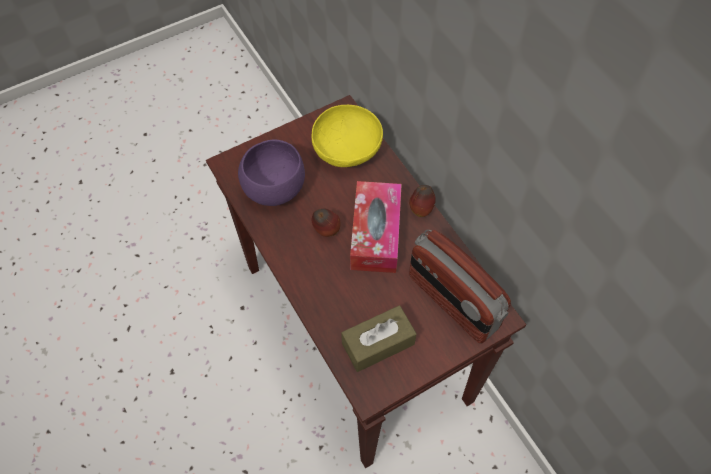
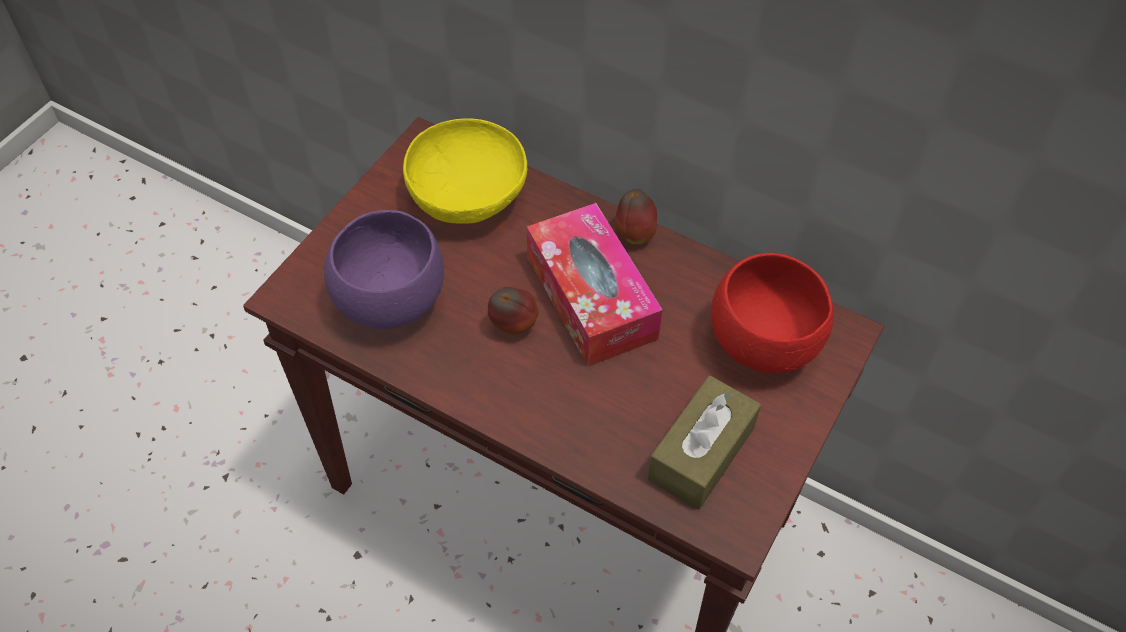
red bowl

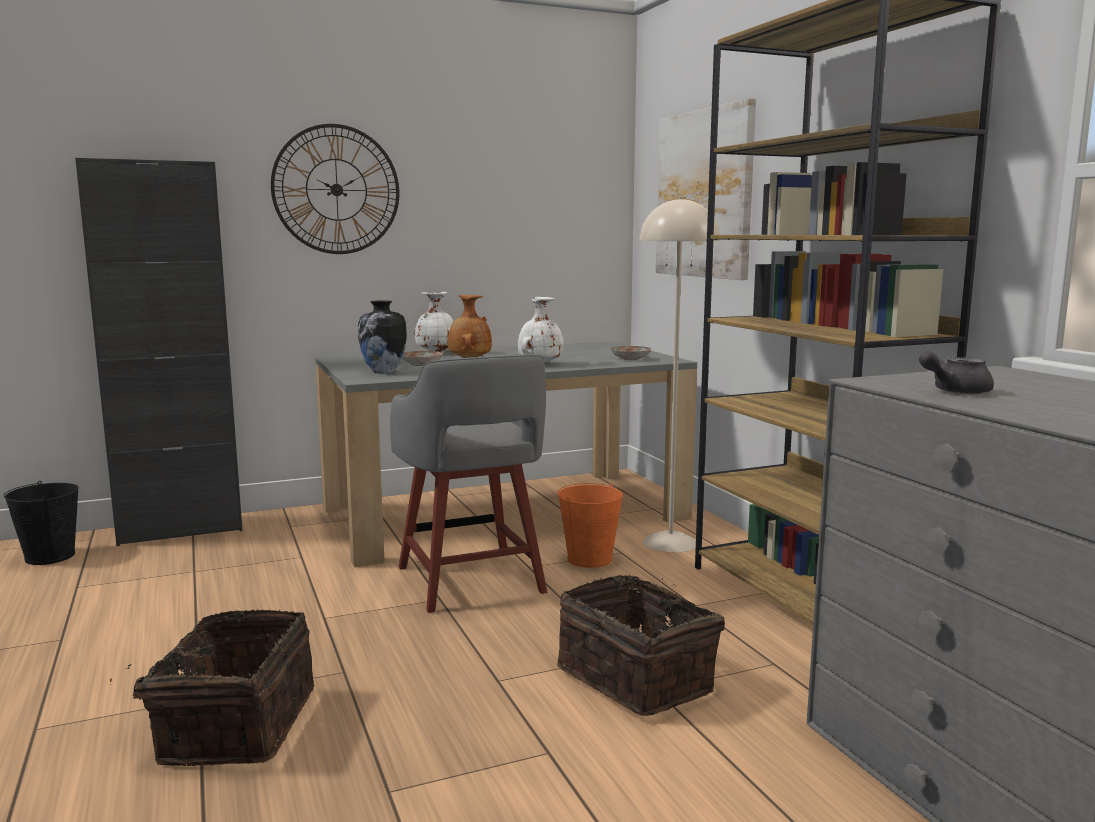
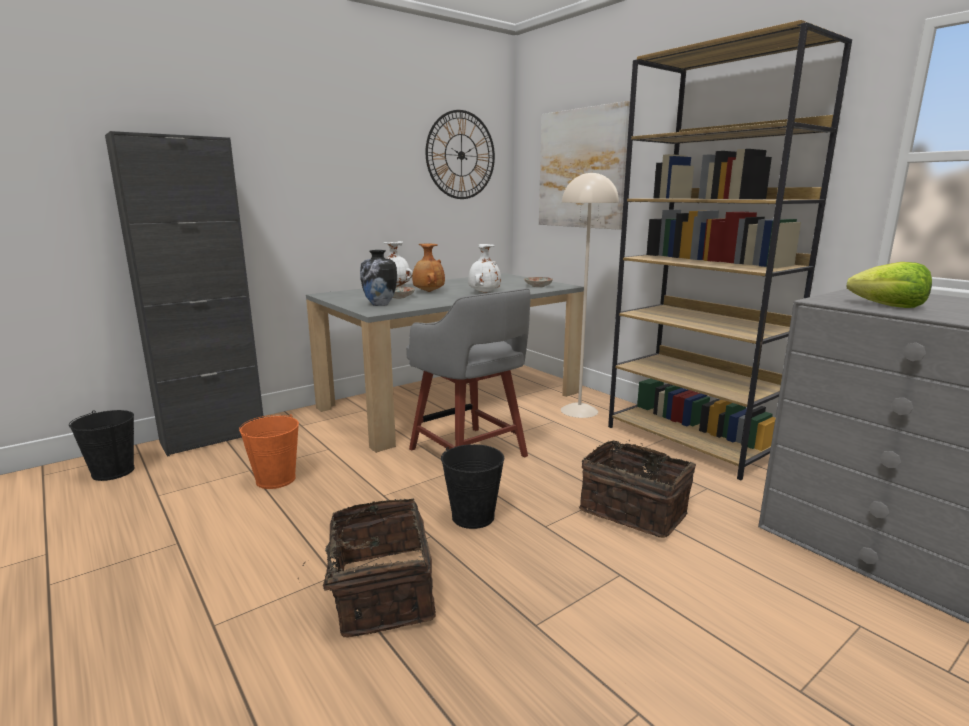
orange bucket; wall clock; black bucket (no. 2 from left); lettuce

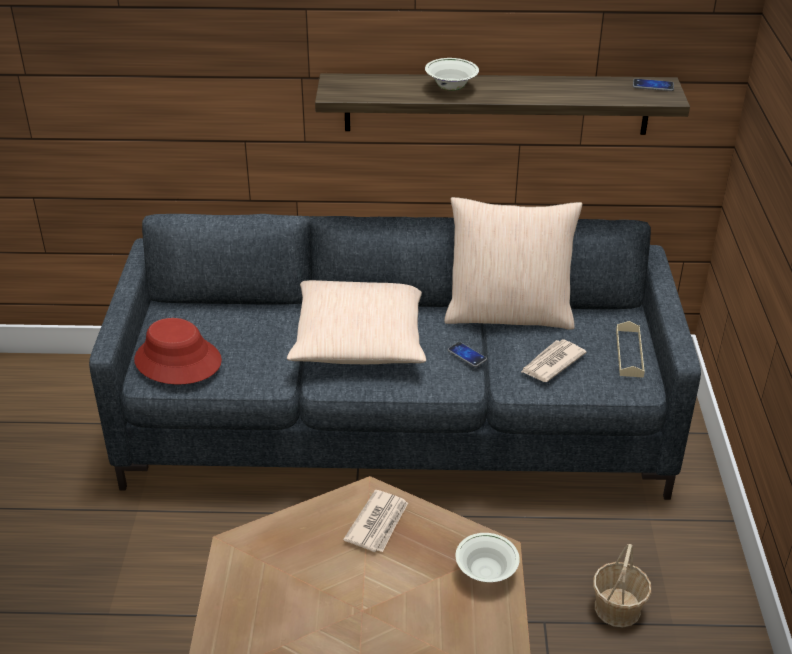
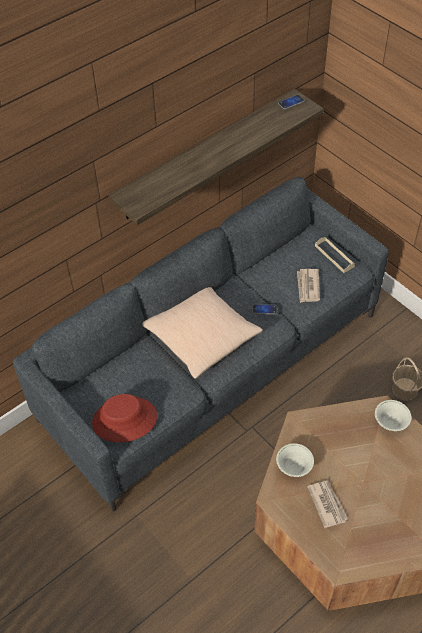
white bowl (no. 1 from left); newspaper (no. 2 from left); beige pillow (no. 2 from left in the first image)

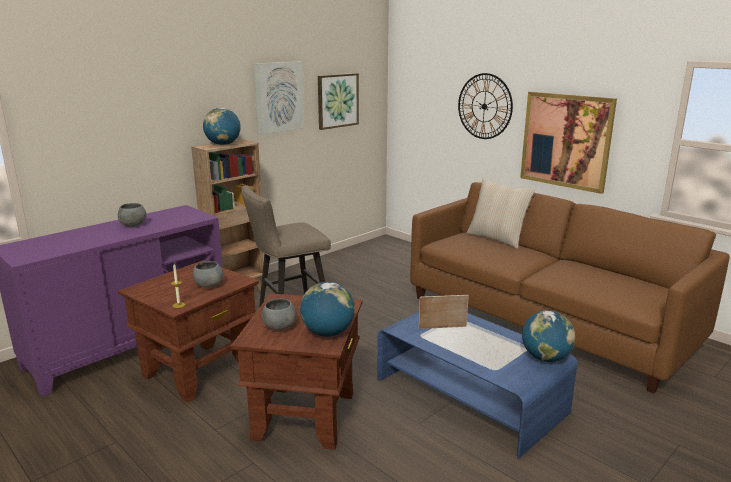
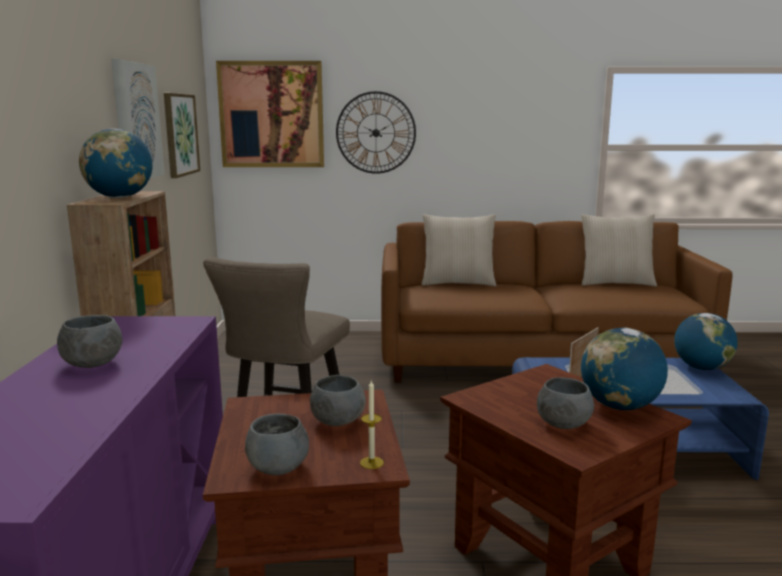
picture (no. 3 from left); grey bowl (no. 2 from left); beige pillow (no. 2 from left)

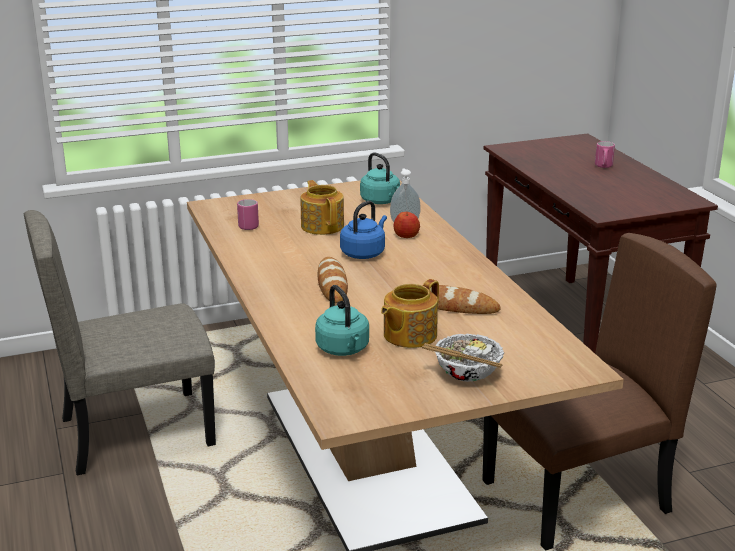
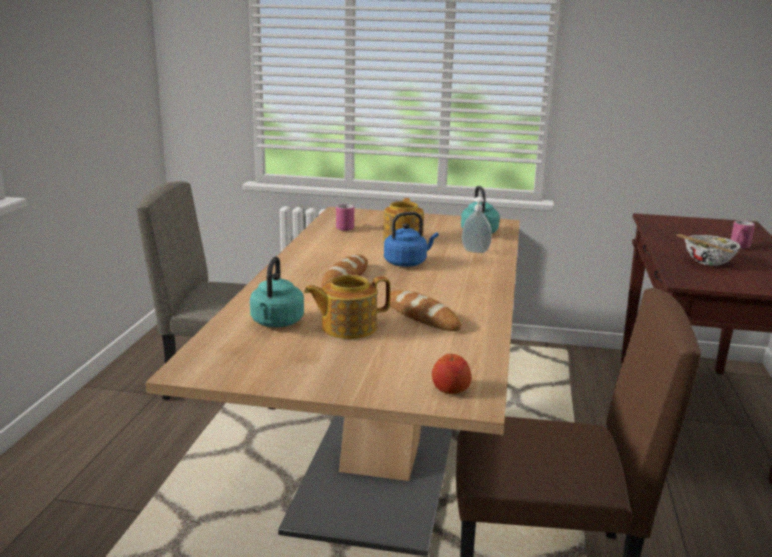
apple; bowl

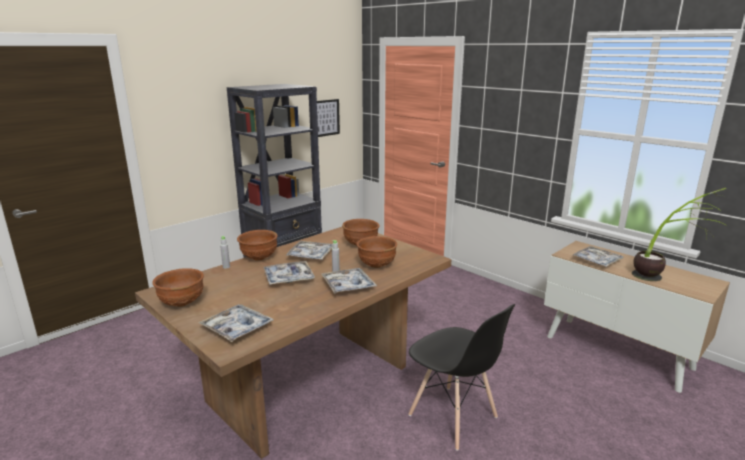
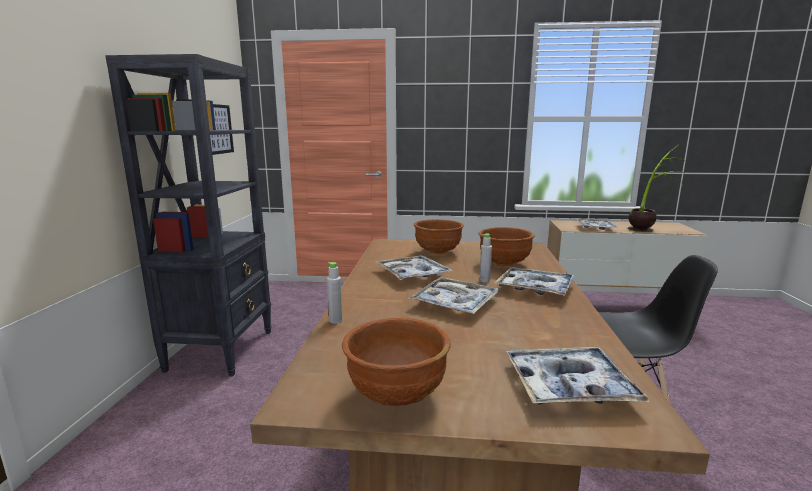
brown bowl (no. 2 from left in the first image)

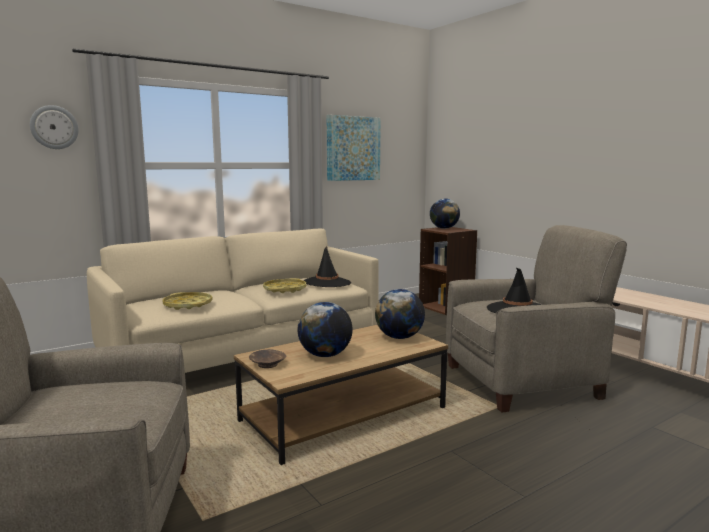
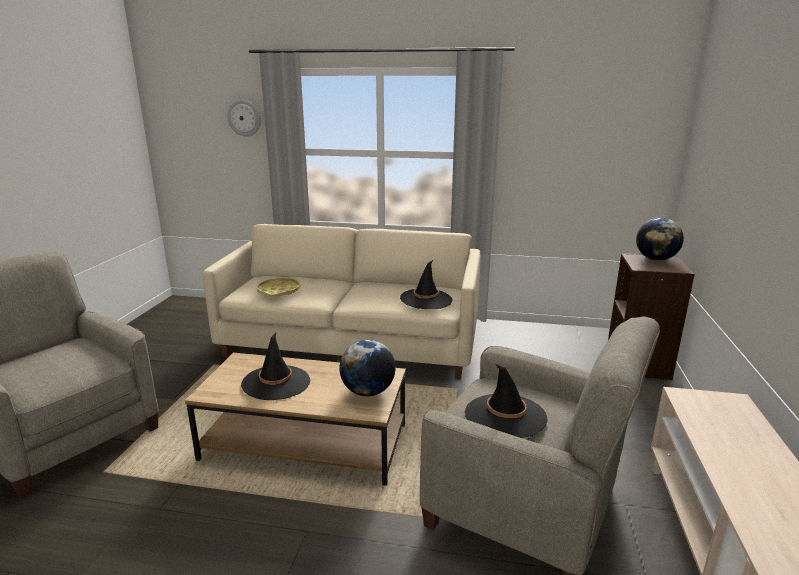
black hat (no. 1 from left); brown bowl; yellow tray (no. 2 from left in the first image); picture

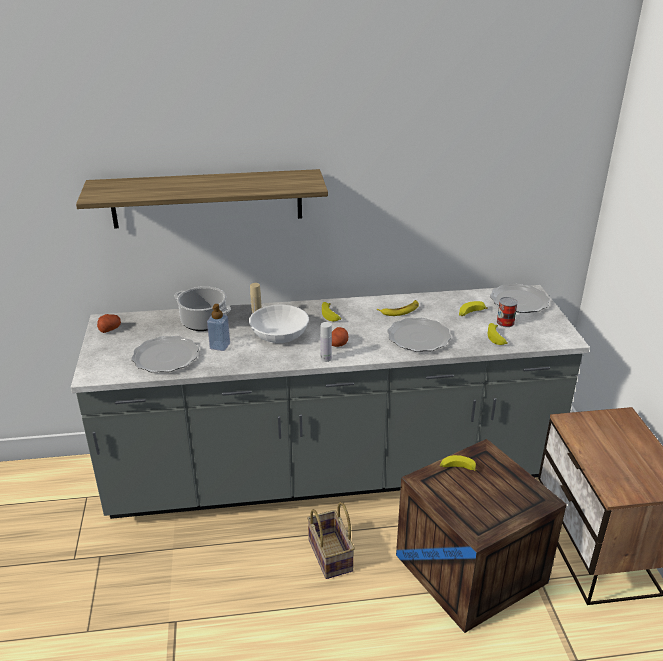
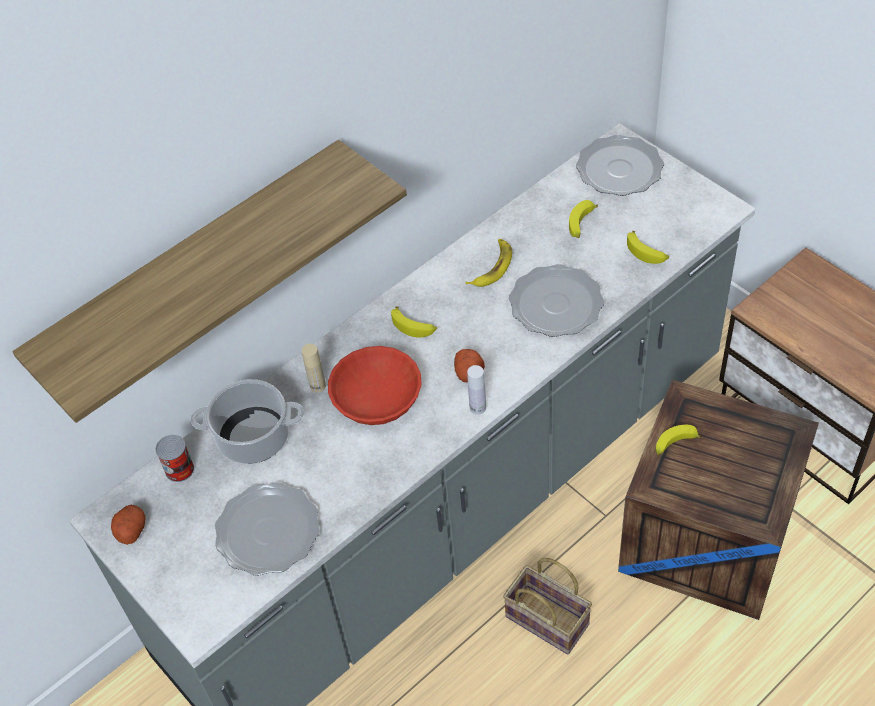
can; red bowl; soap dispenser

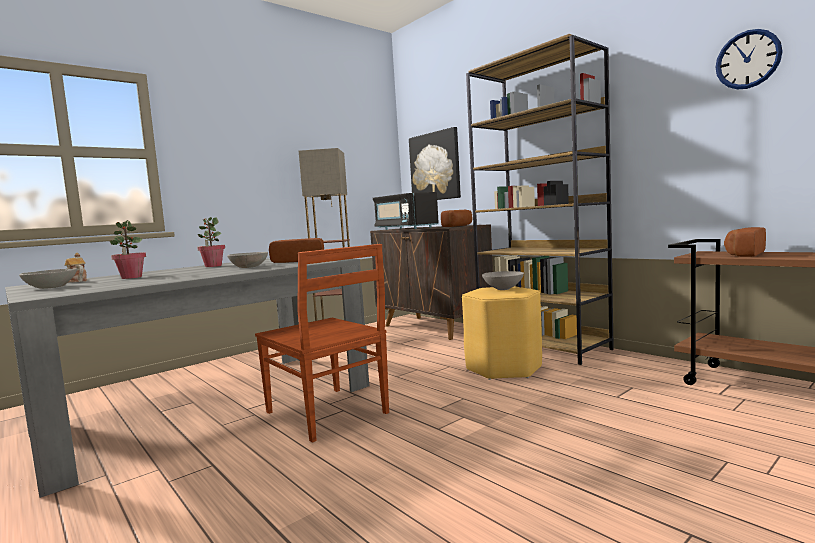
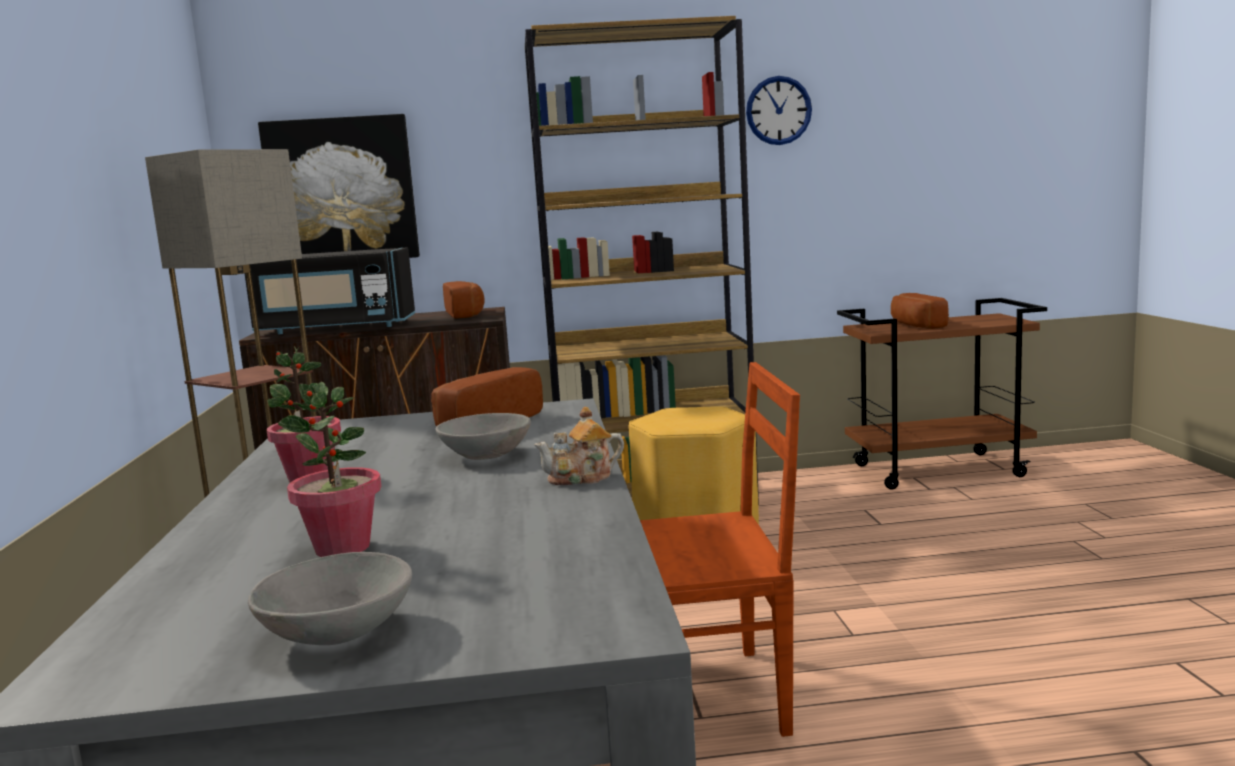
teapot; wall clock; grey bowl (no. 3 from left in the first image)

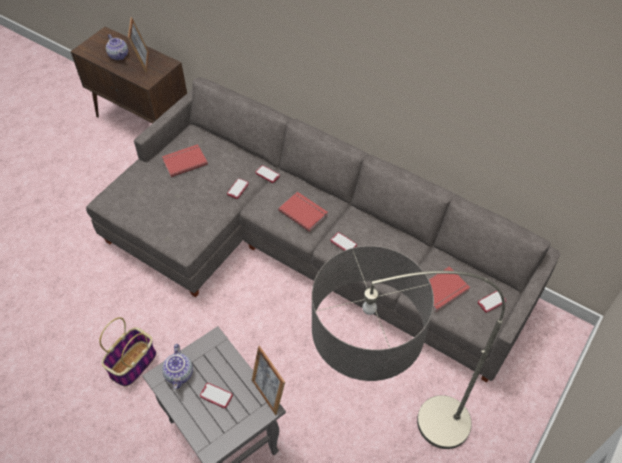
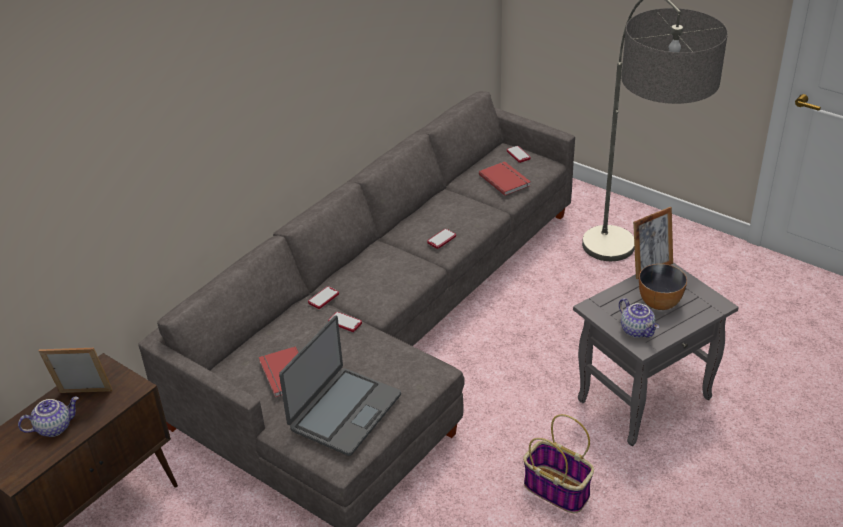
laptop; teapot (no. 2 from left); bowl; red book (no. 2 from left in the first image)

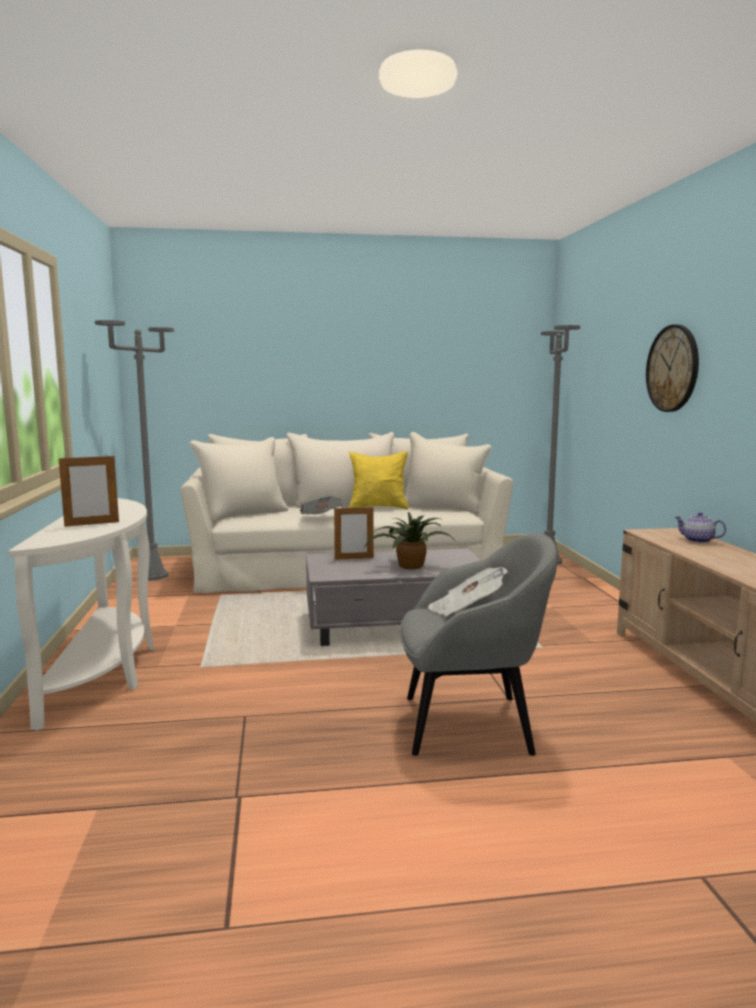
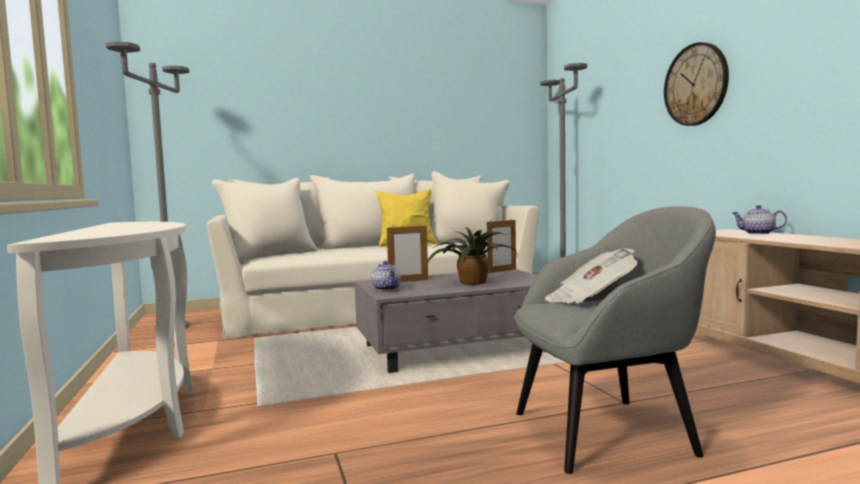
teapot (no. 1 from left); picture frame (no. 2 from left); newspaper (no. 1 from left in the first image)

